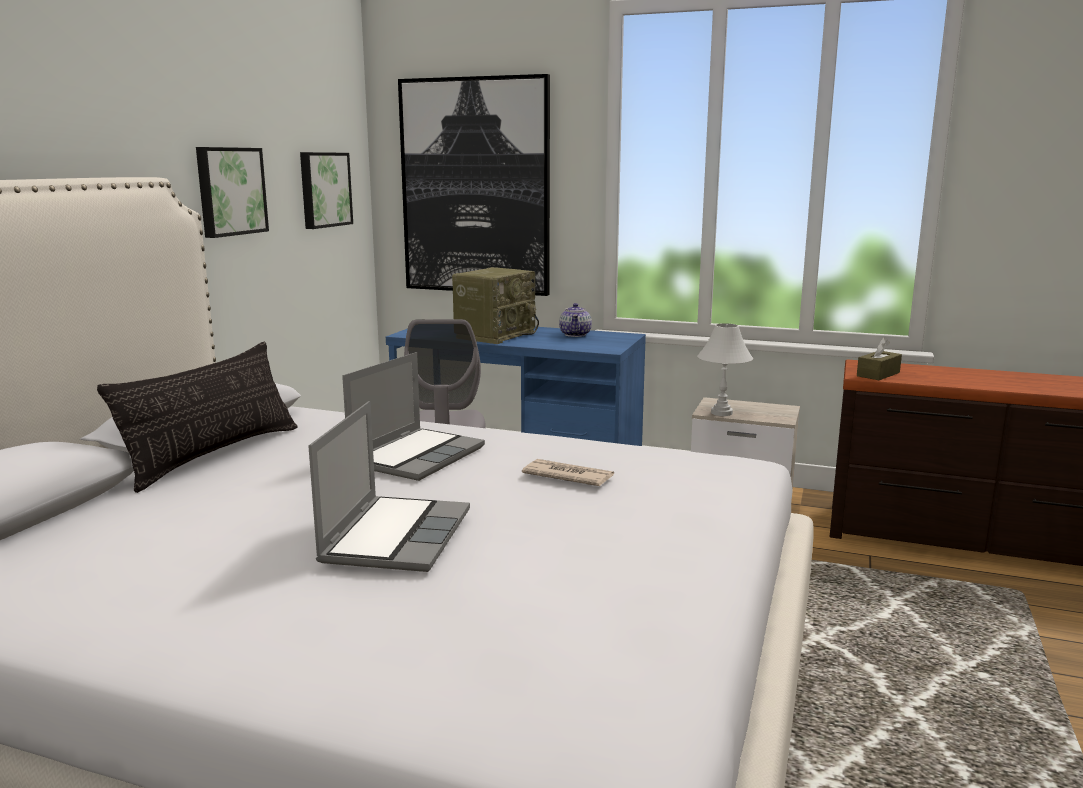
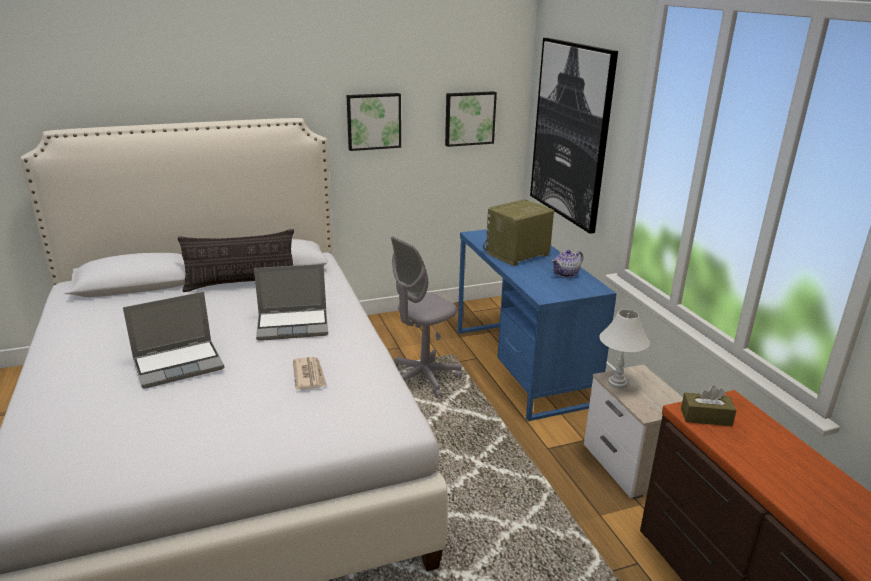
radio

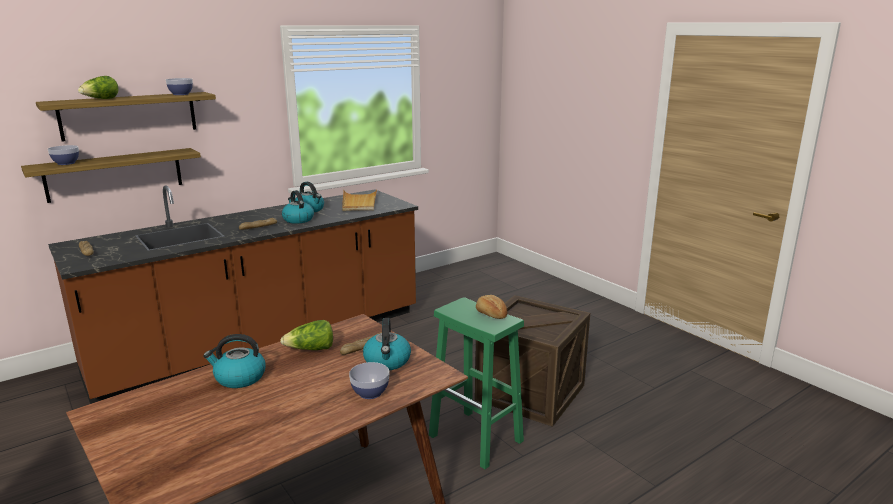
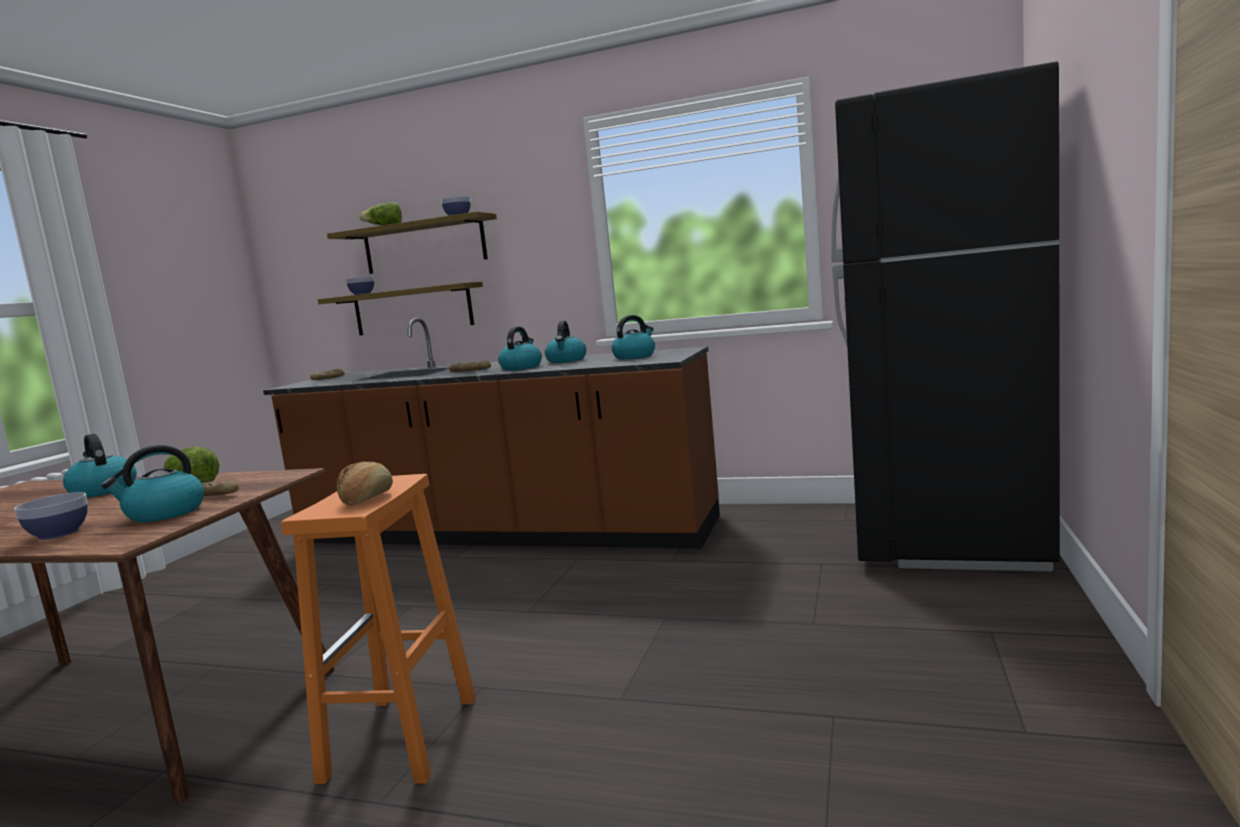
orange stool; kettle (no. 5 from left); black fridge; crate

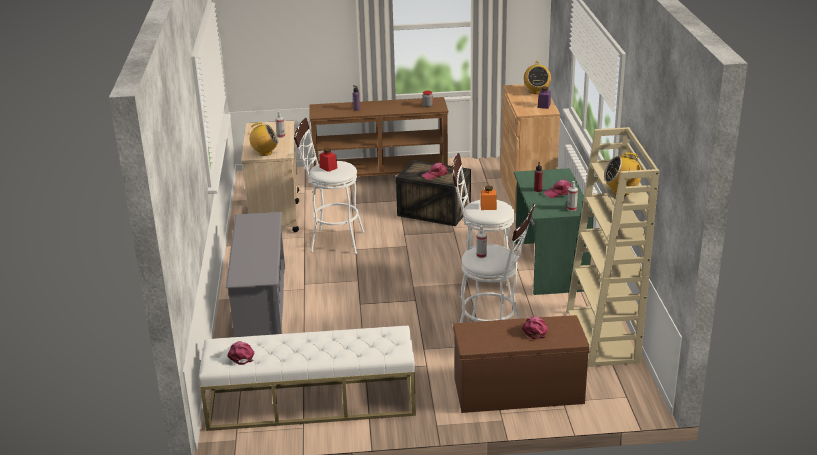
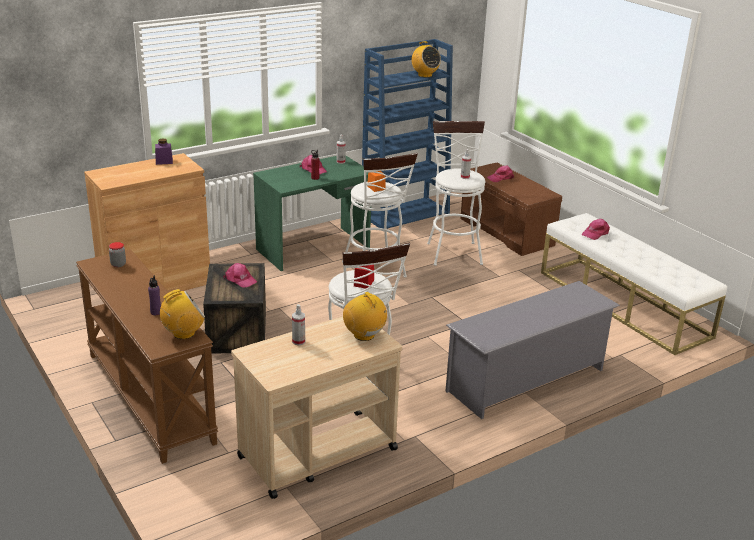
radio (no. 1 from left); blue bookcase; pink cap (no. 4 from left)

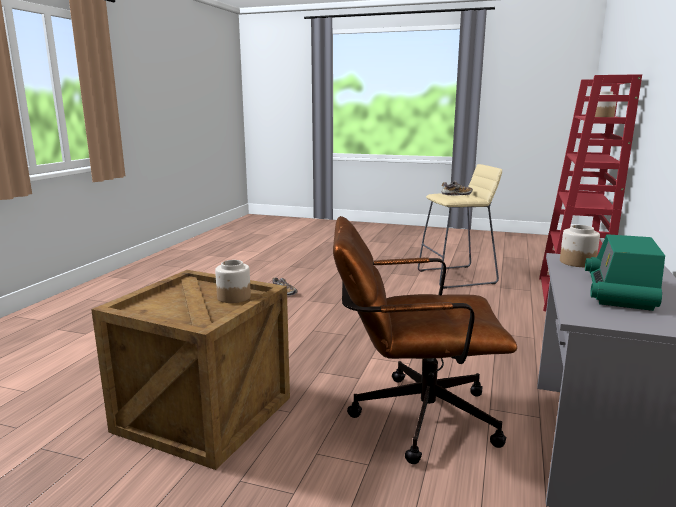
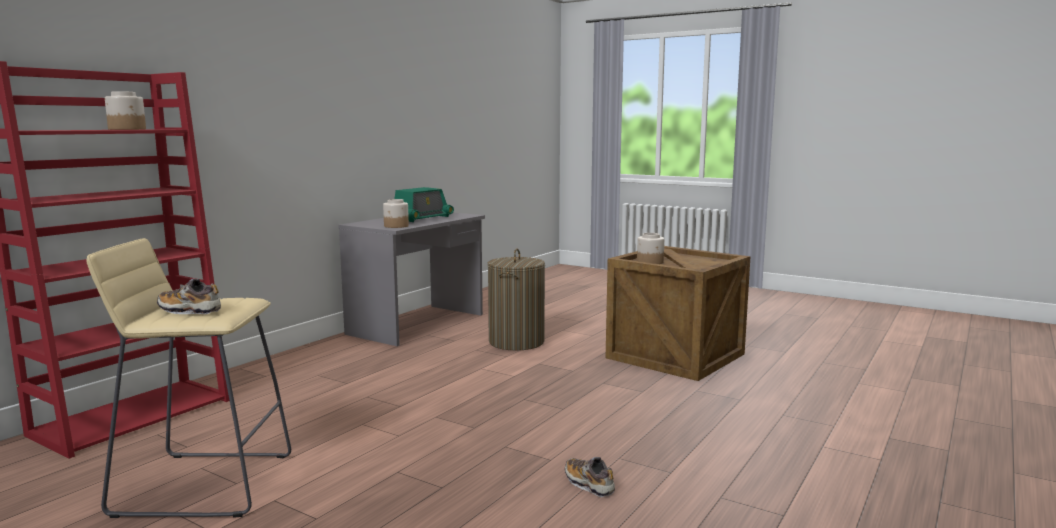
laundry basket

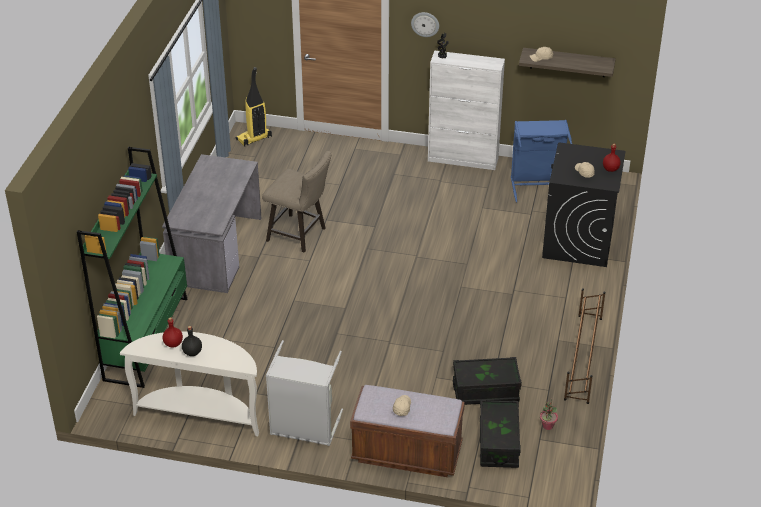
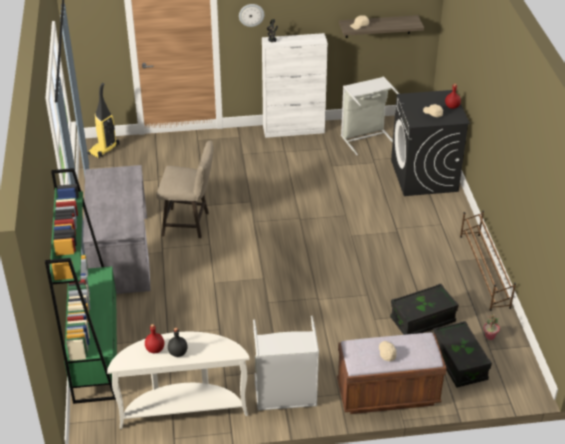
grey laundry basket (no. 2 from left)

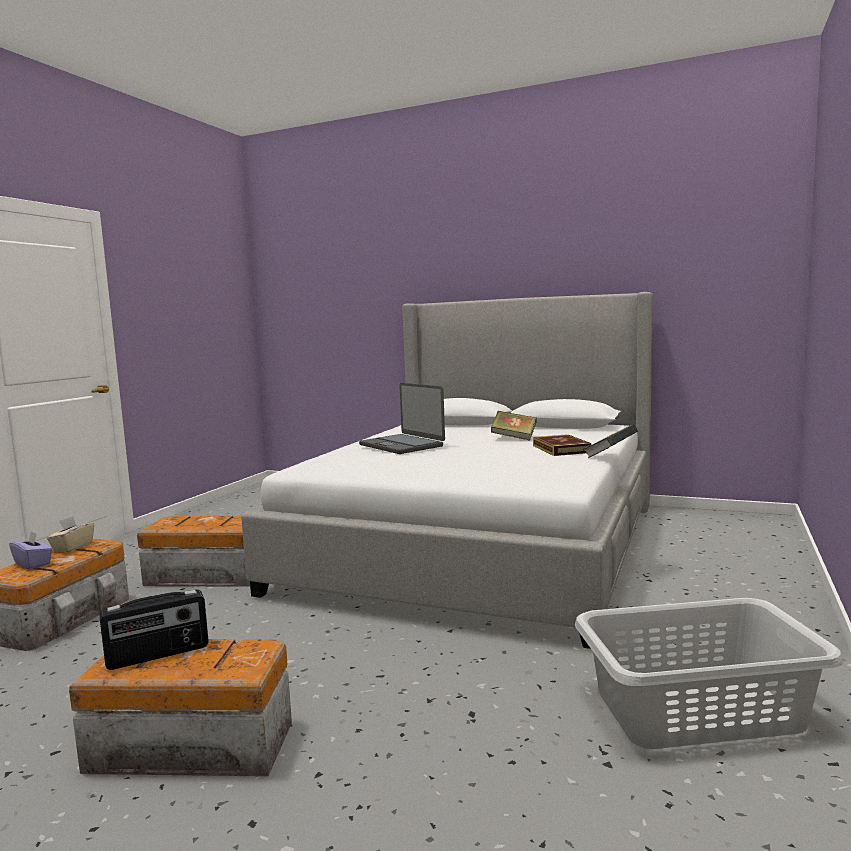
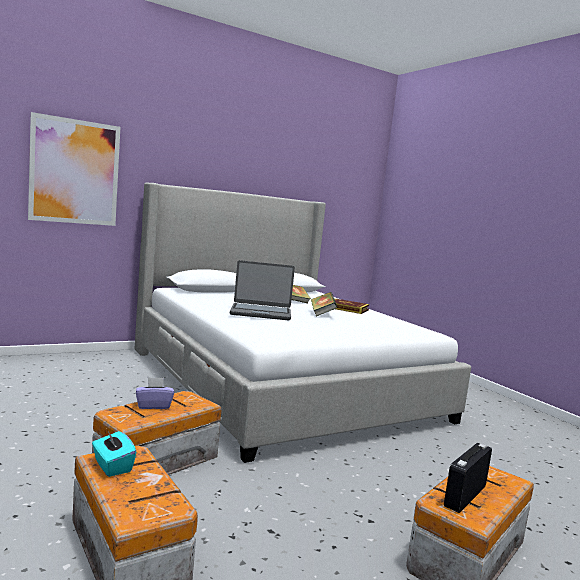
picture; turquoise tissue box; purple tissue box; book (no. 2 from left); radio; grey laundry basket

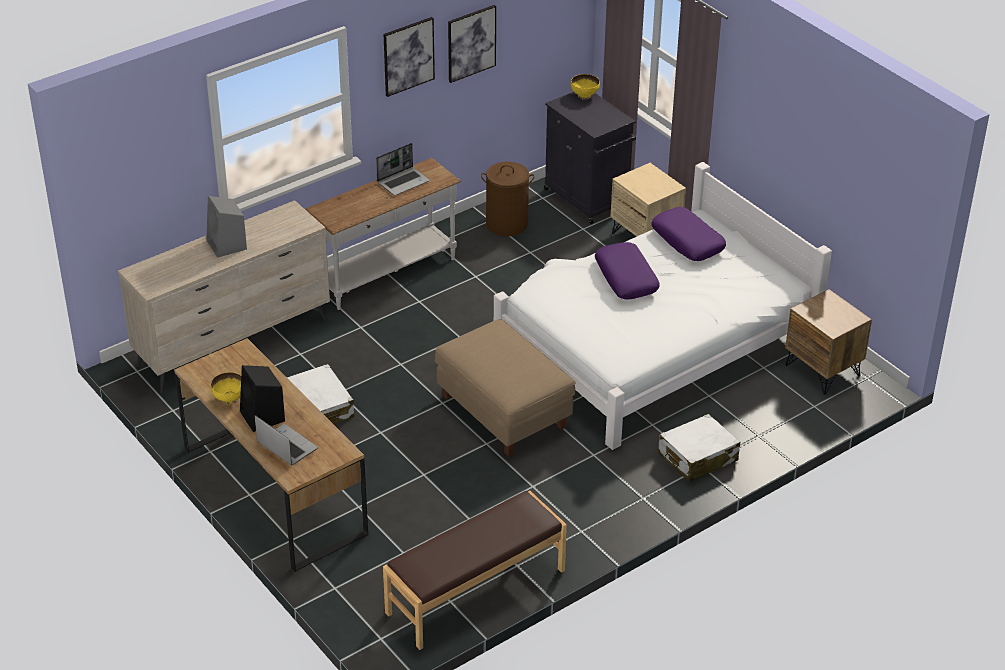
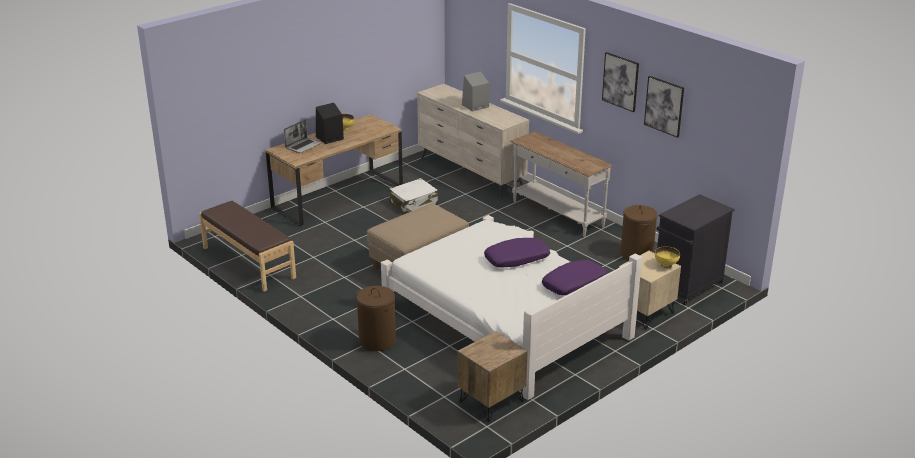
brown laundry basket (no. 1 from left); yellow bowl (no. 2 from left); laptop (no. 2 from left in the first image)

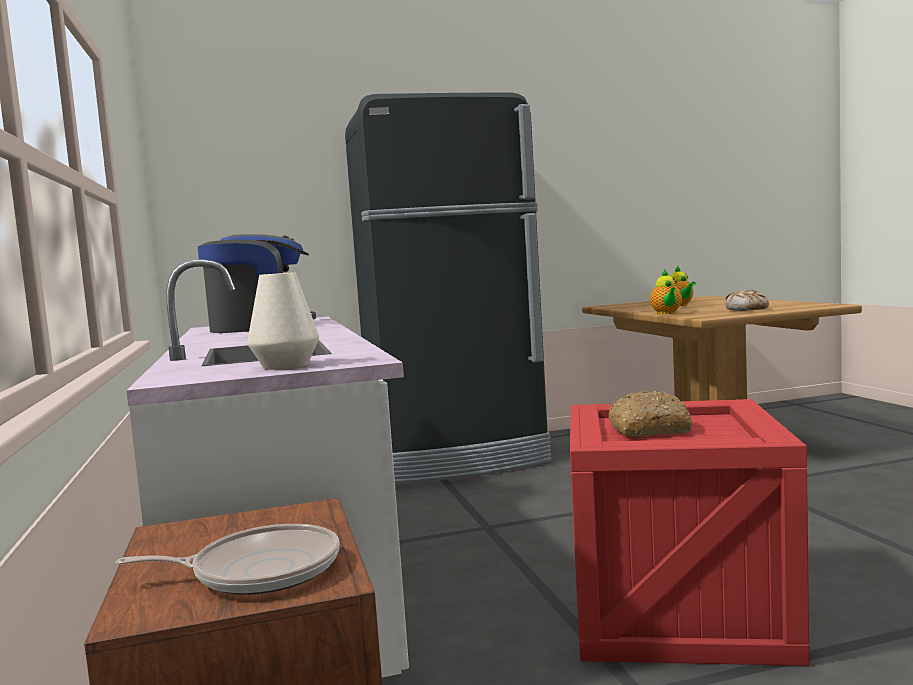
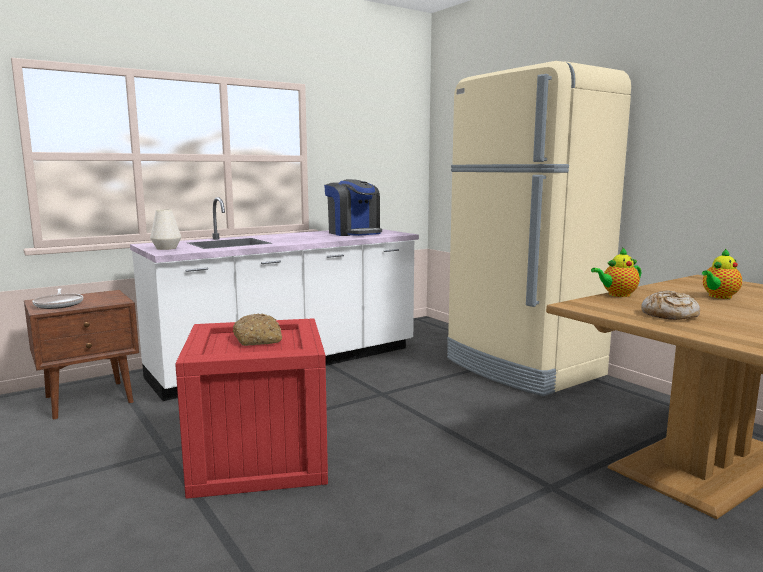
beige fridge

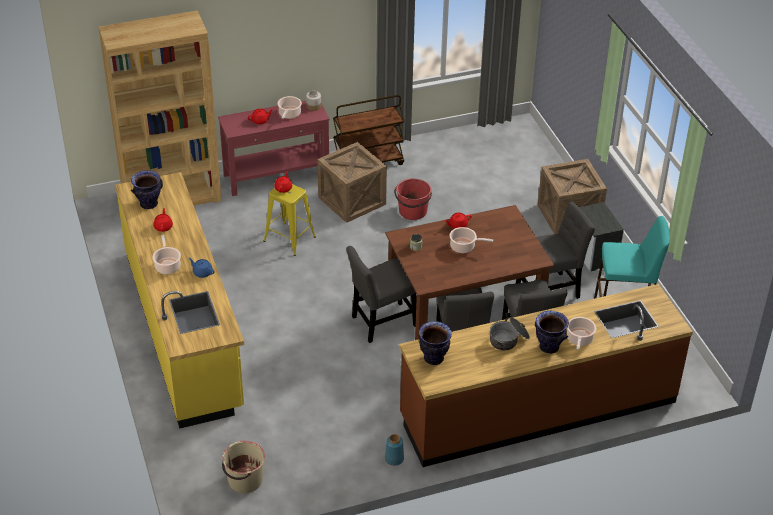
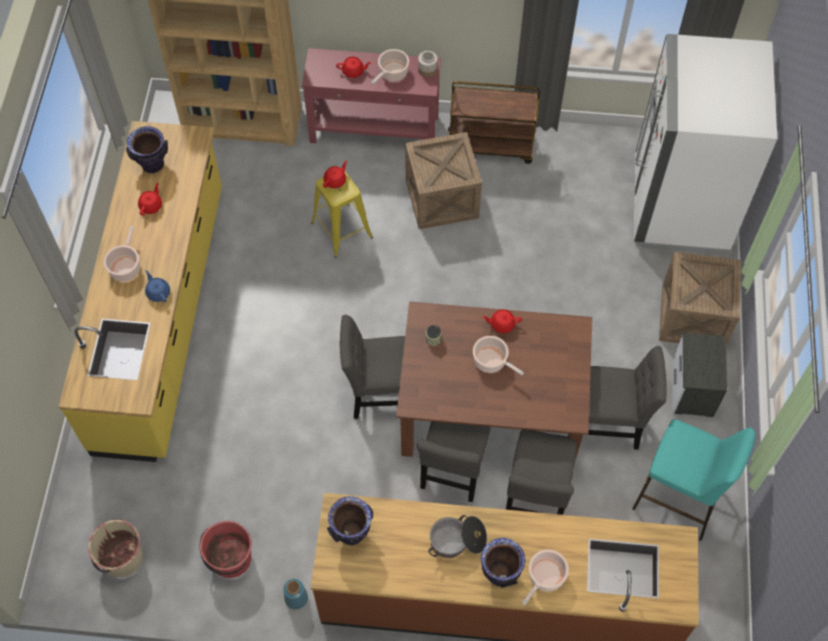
red bucket; white fridge

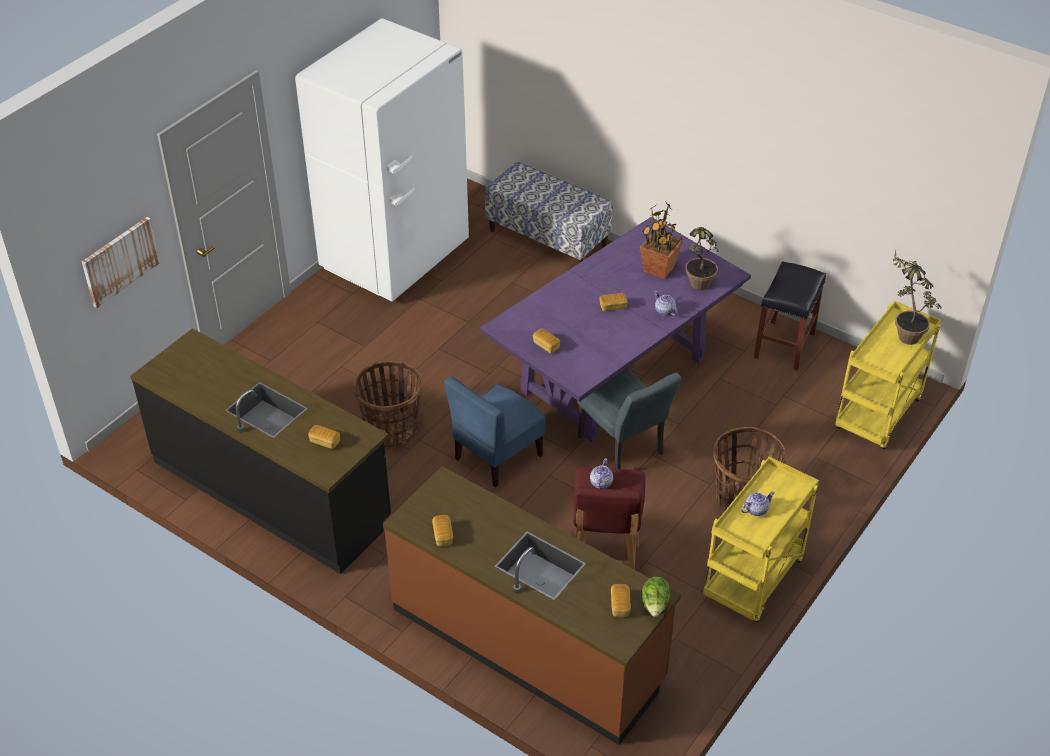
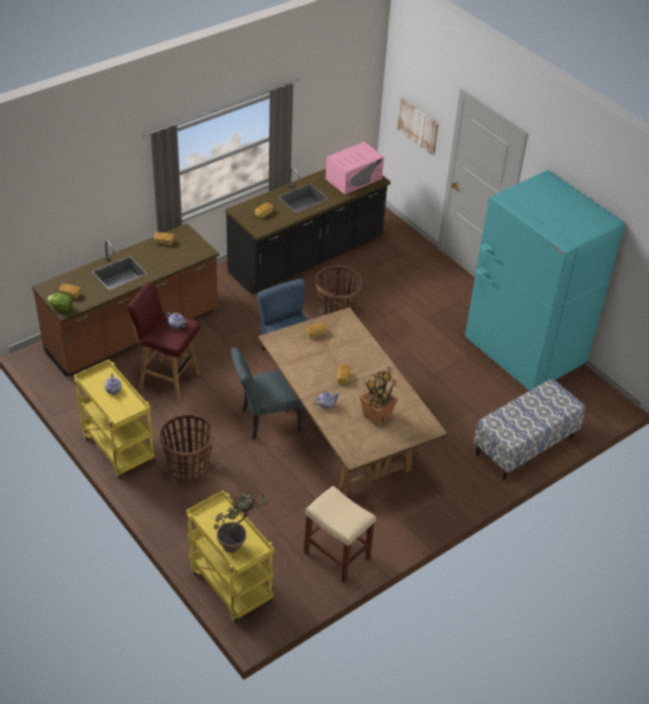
brown dining table; beige stool; pink microwave; turquoise fridge; potted plant (no. 2 from left in the first image)

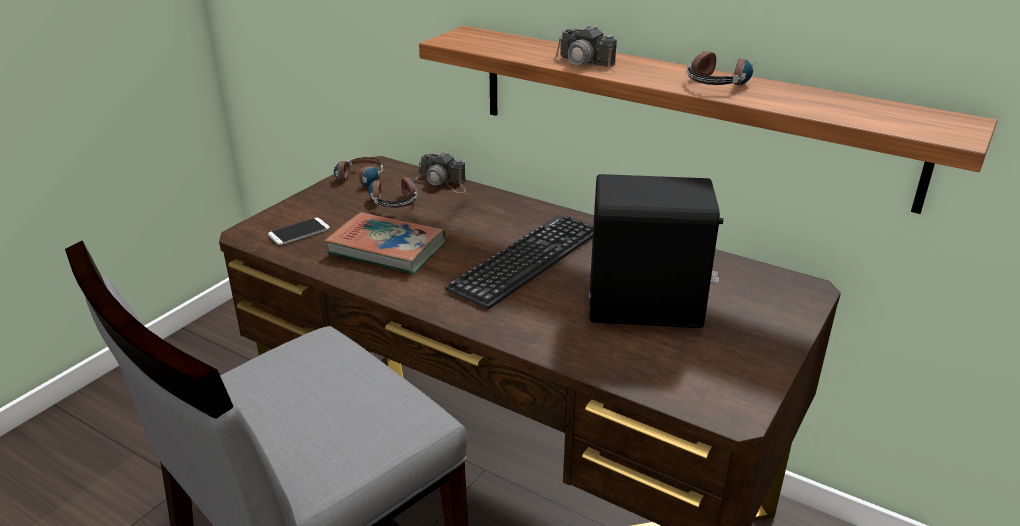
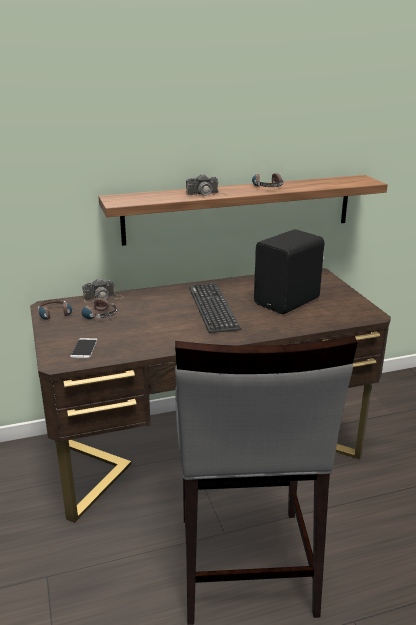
book

